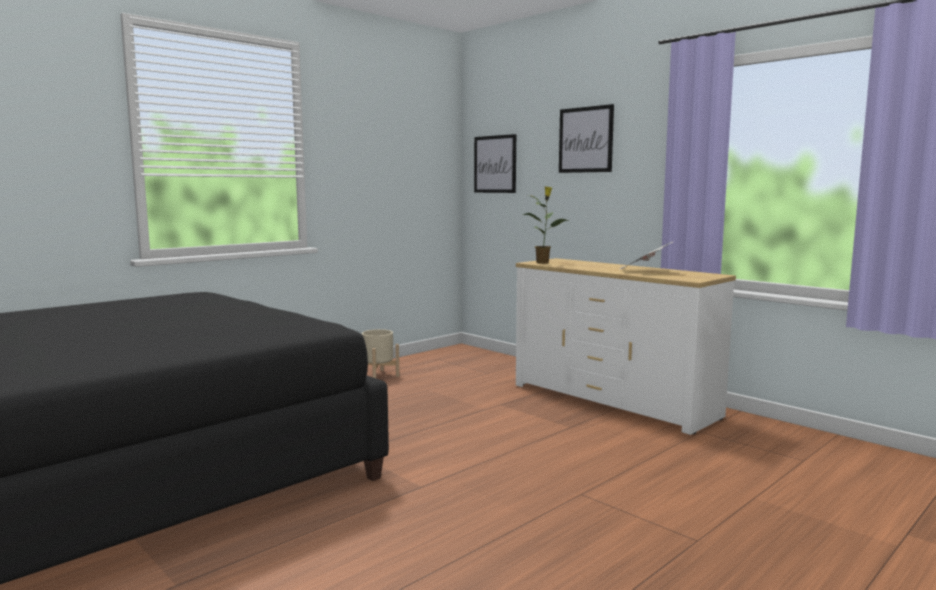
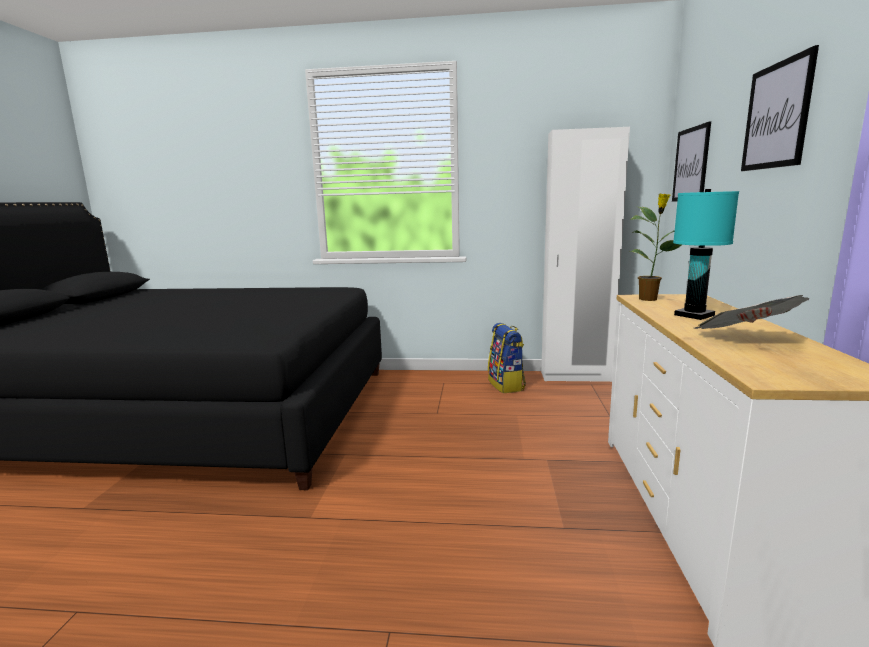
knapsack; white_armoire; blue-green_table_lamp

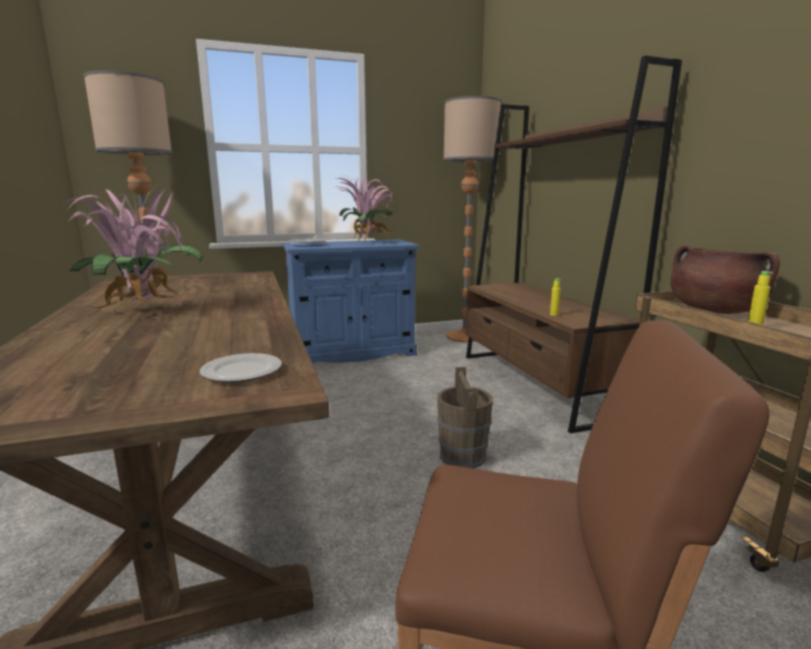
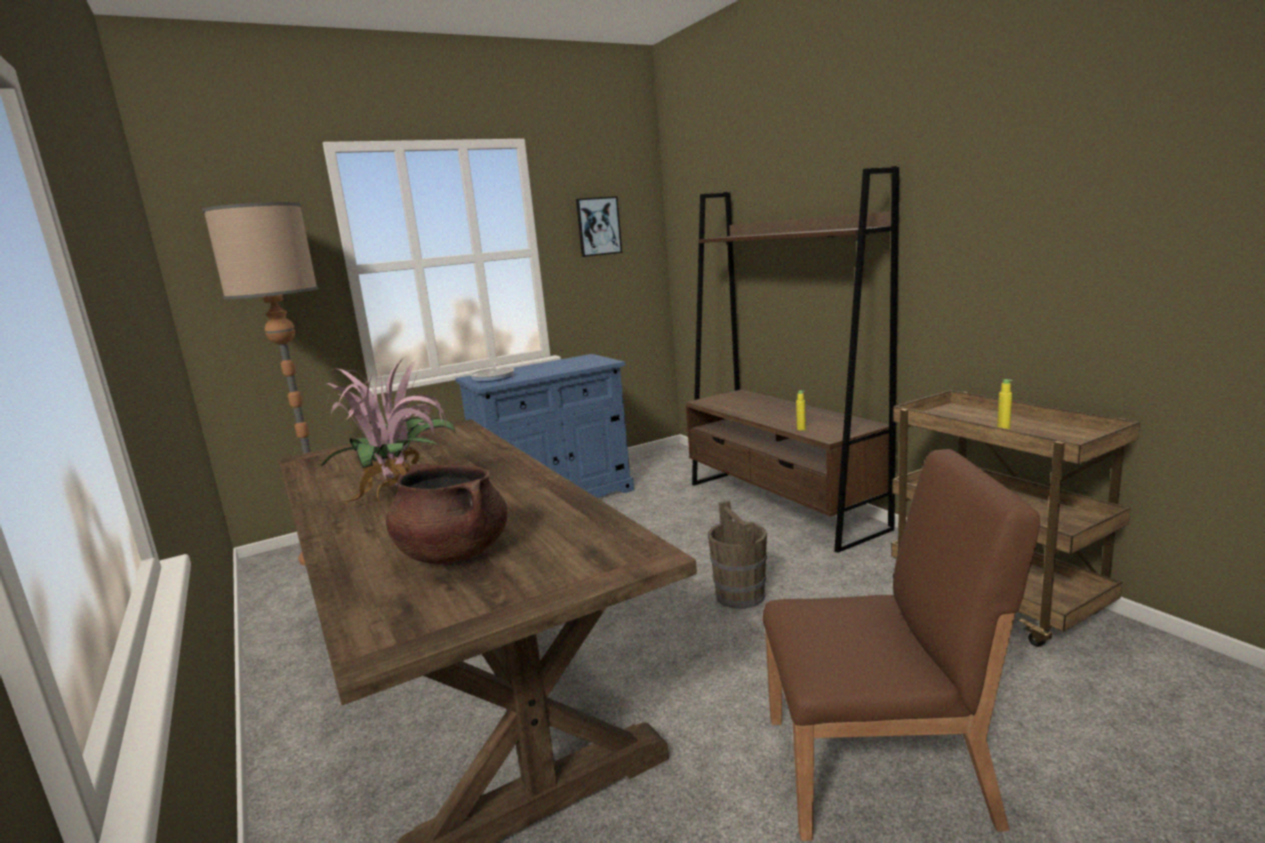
standing_lamp (no. 2 from left in the first image); potted_plant (no. 2 from left in the first image); brown_saucepot; plate; wall_art

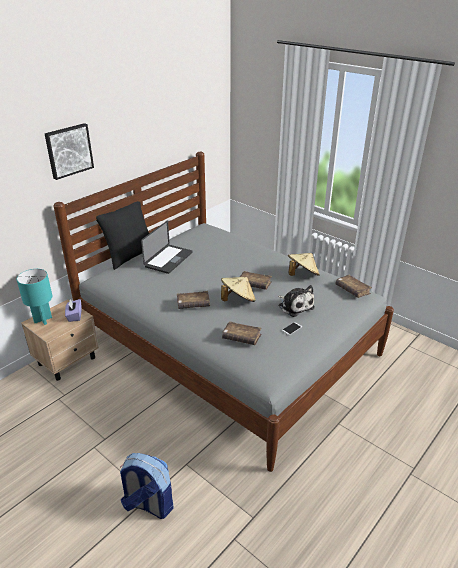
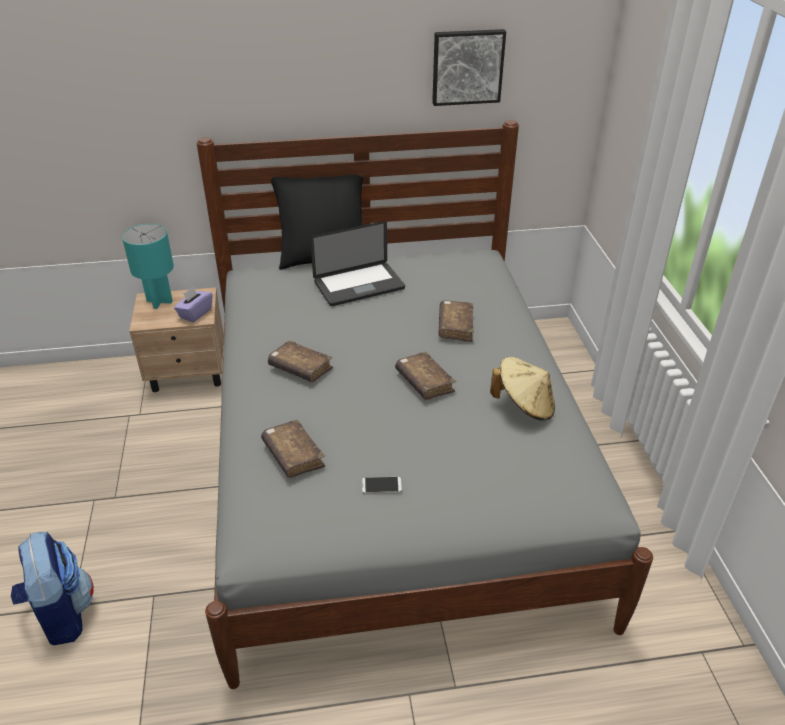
wall_art; brown_book (no. 4 from left); beige_wearable_hat (no. 1 from left in the first image); plush_toy

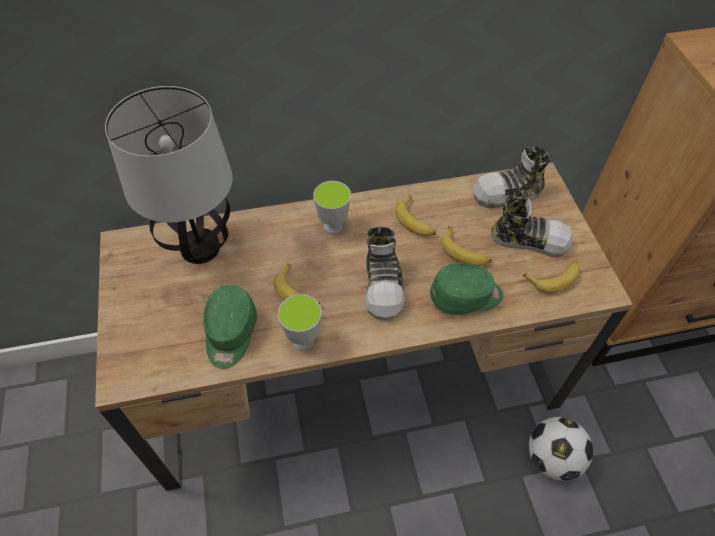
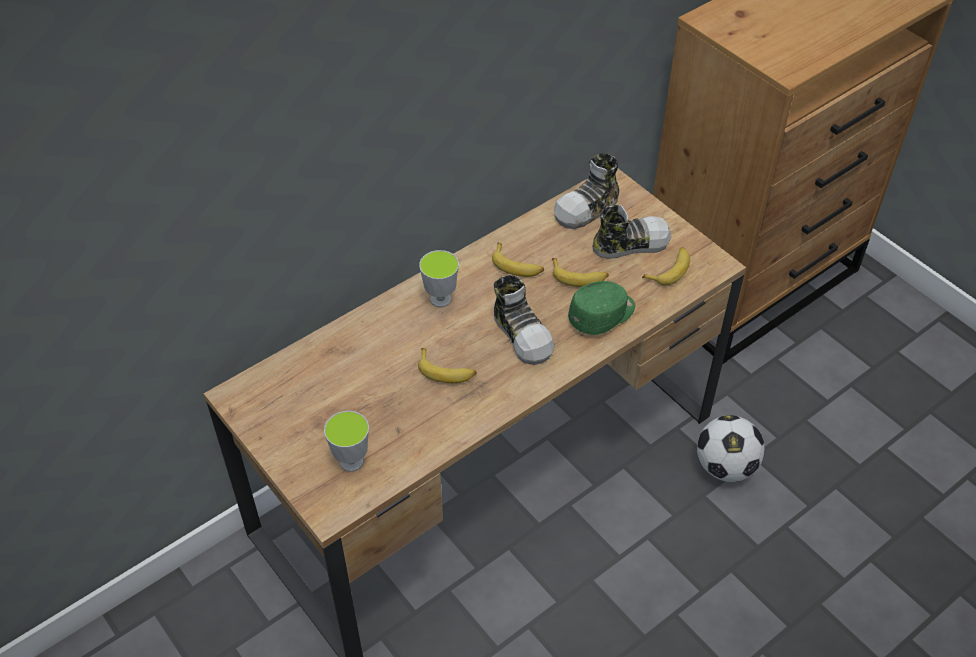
table_lamp; greenish_cap (no. 1 from left in the first image); small_cup (no. 1 from left)

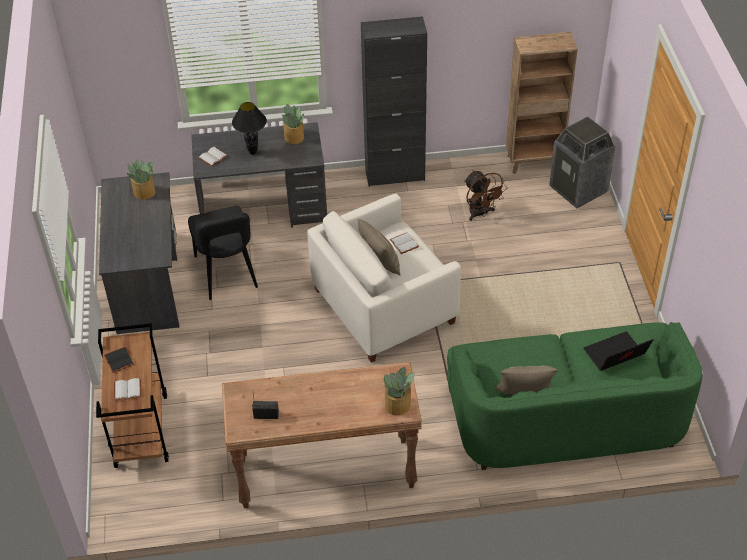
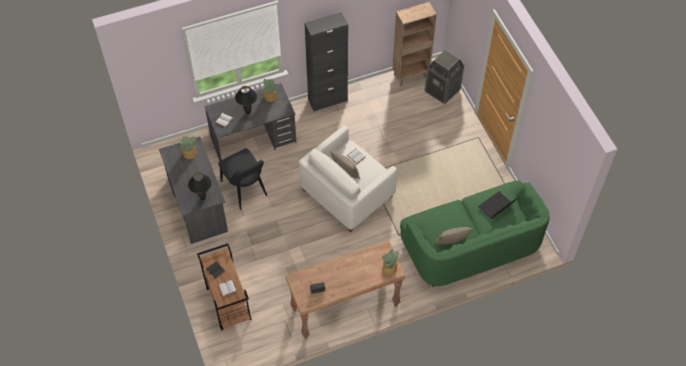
brown_electric_fan; blackish_table_lamp (no. 1 from left)

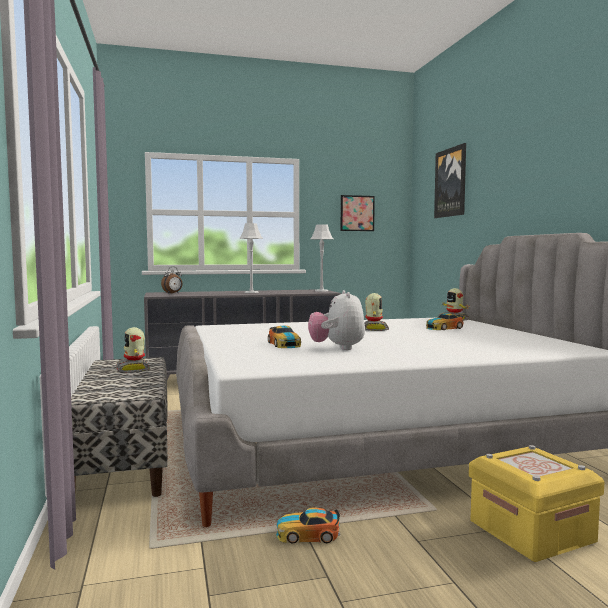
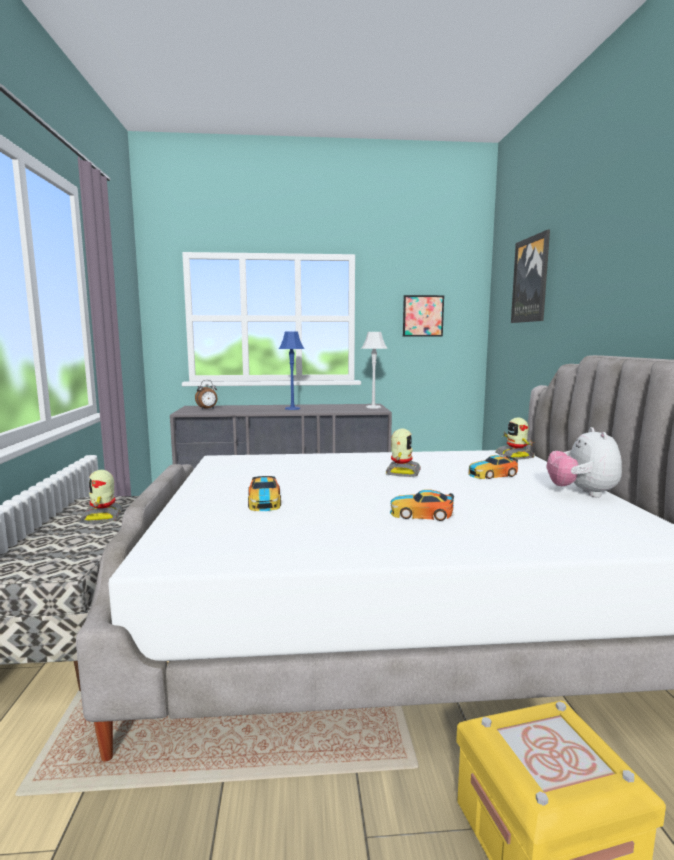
bluish_table_lamp; plush_toy; toy_car (no. 2 from left)

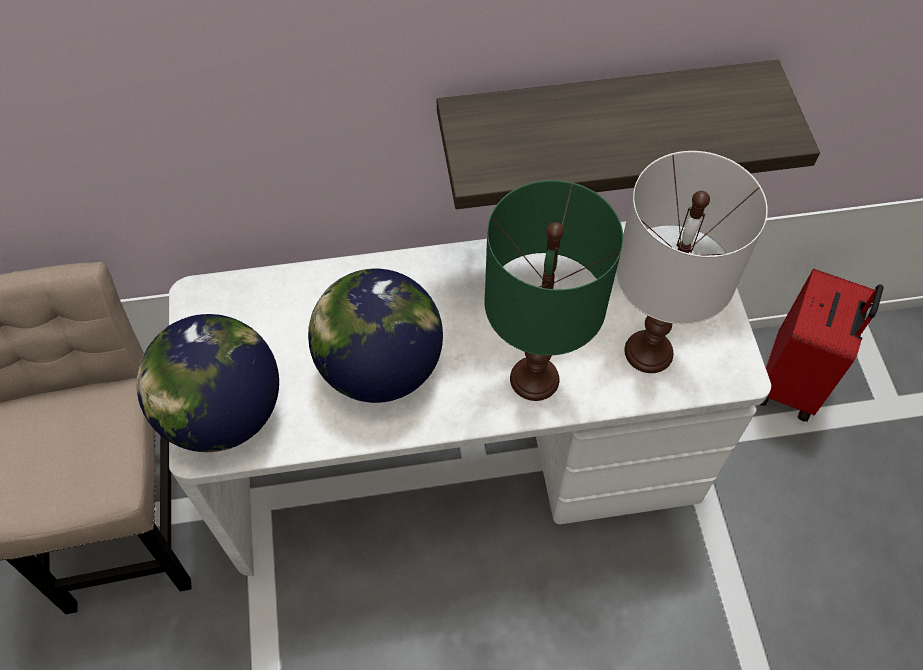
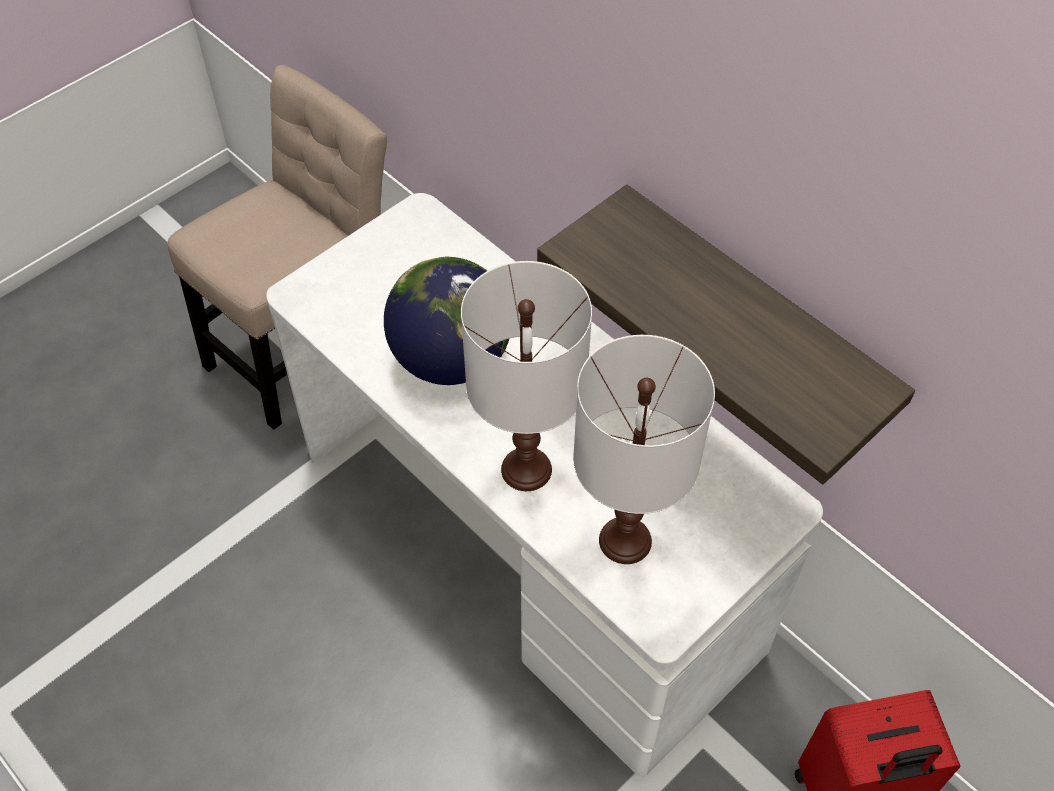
white_table_lamp (no. 1 from left); globe (no. 1 from left in the first image)

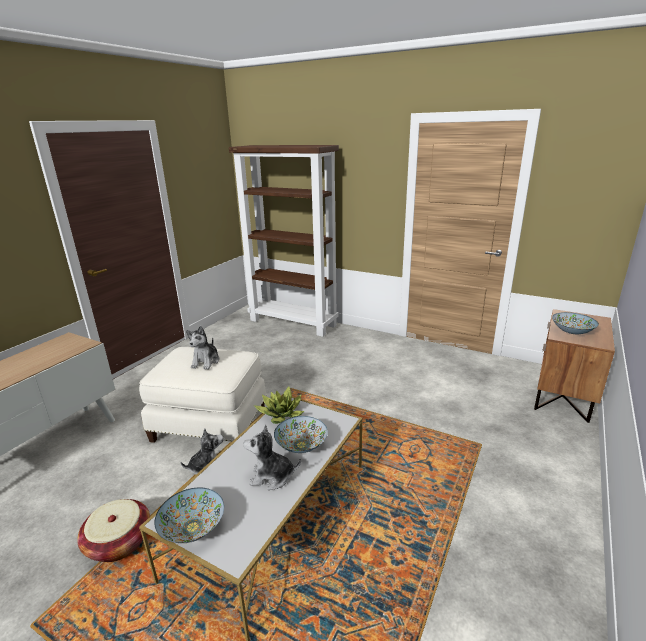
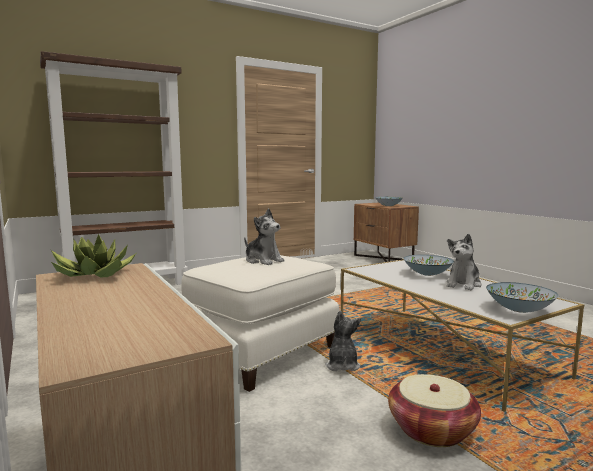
potted_plant

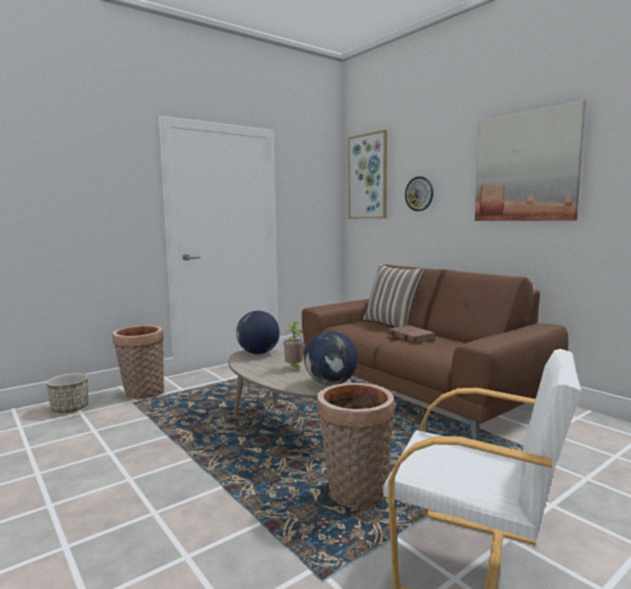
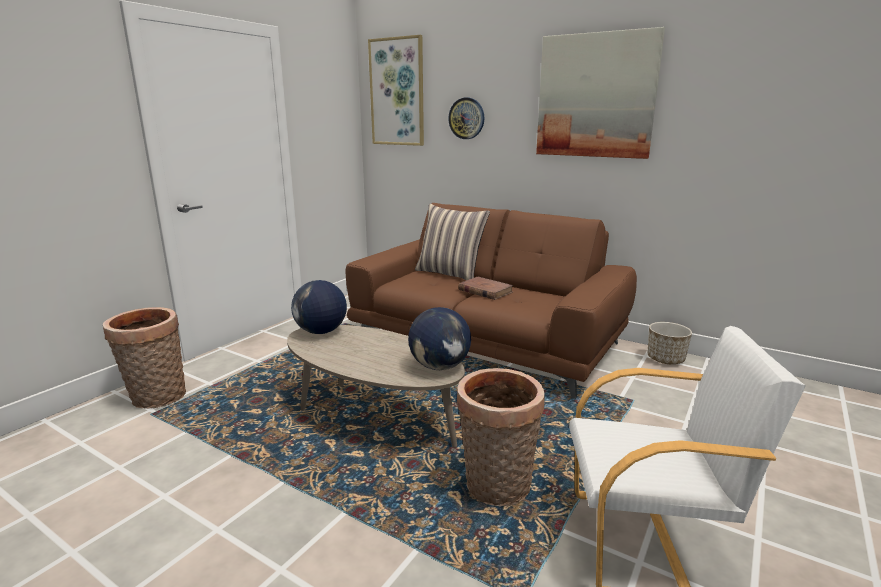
potted_plant; plant_pot

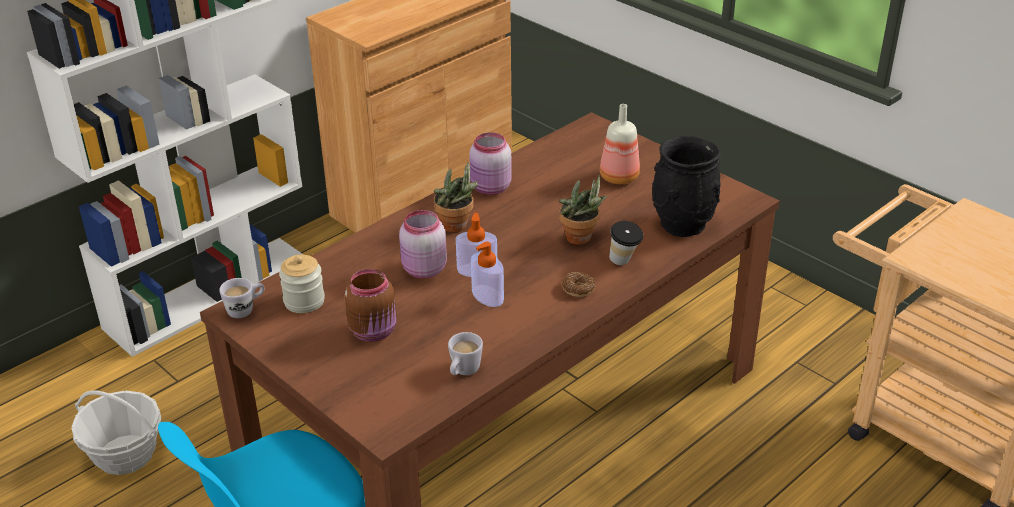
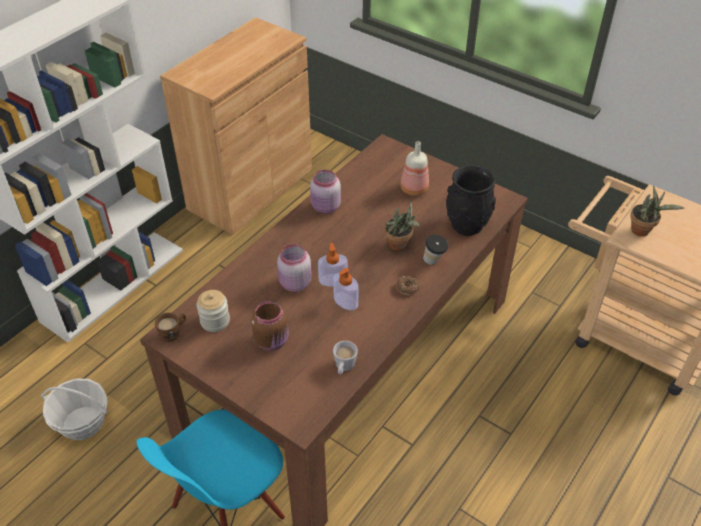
potted_plant (no. 2 from left); brown_mug

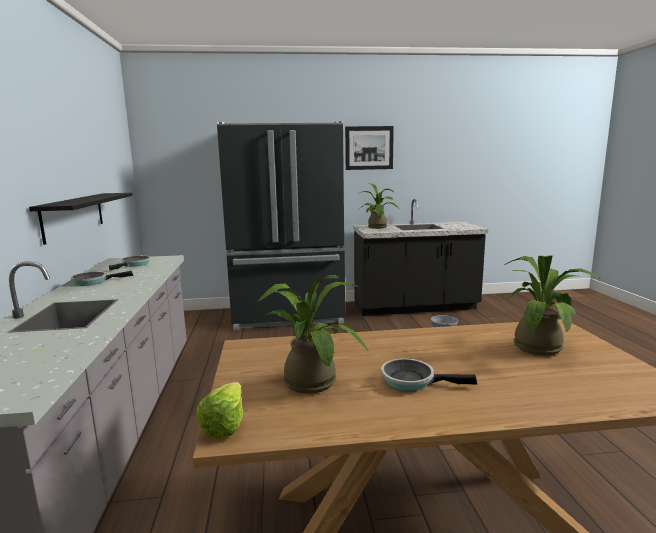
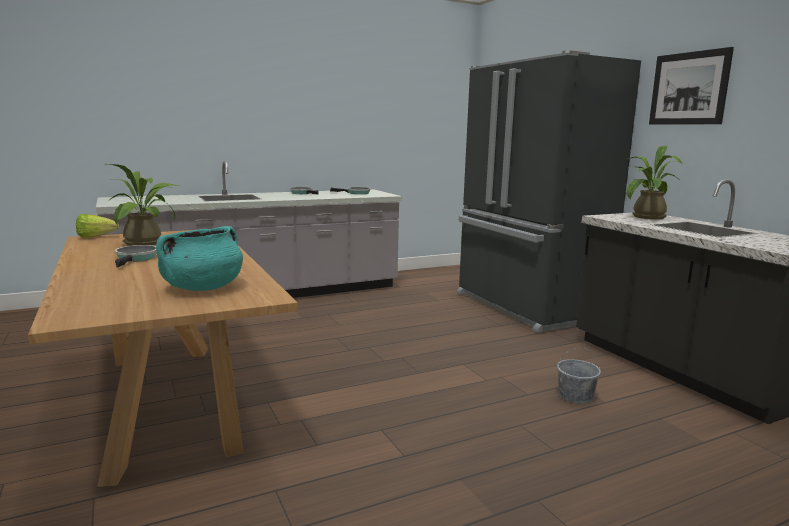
blackish_bracket_shelf; blue-green_saucepot

